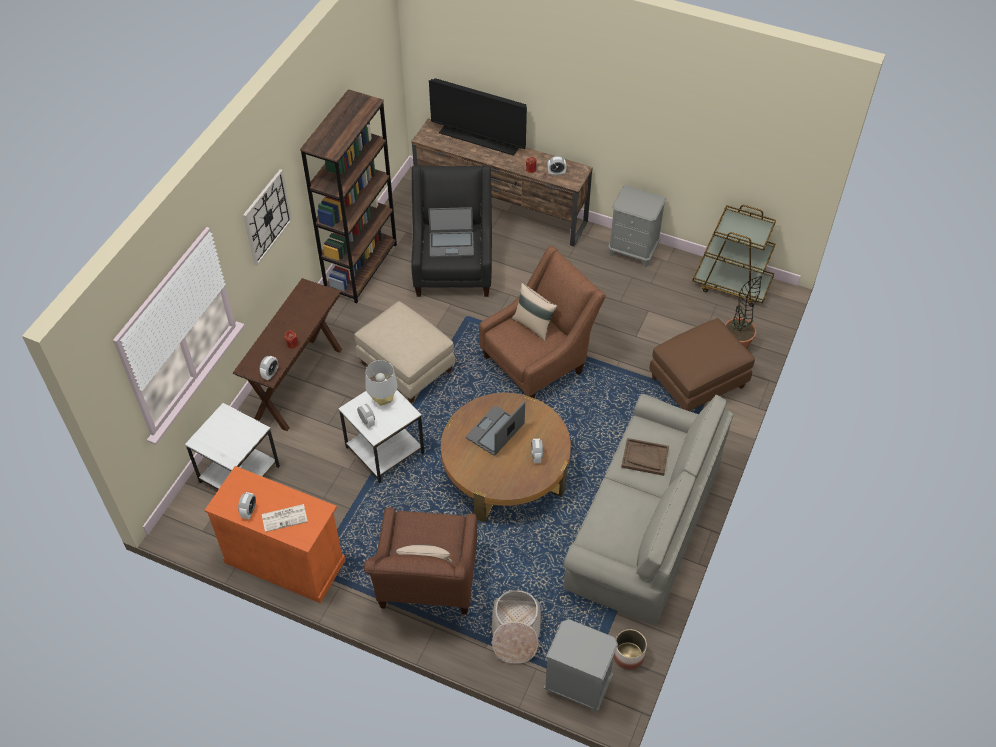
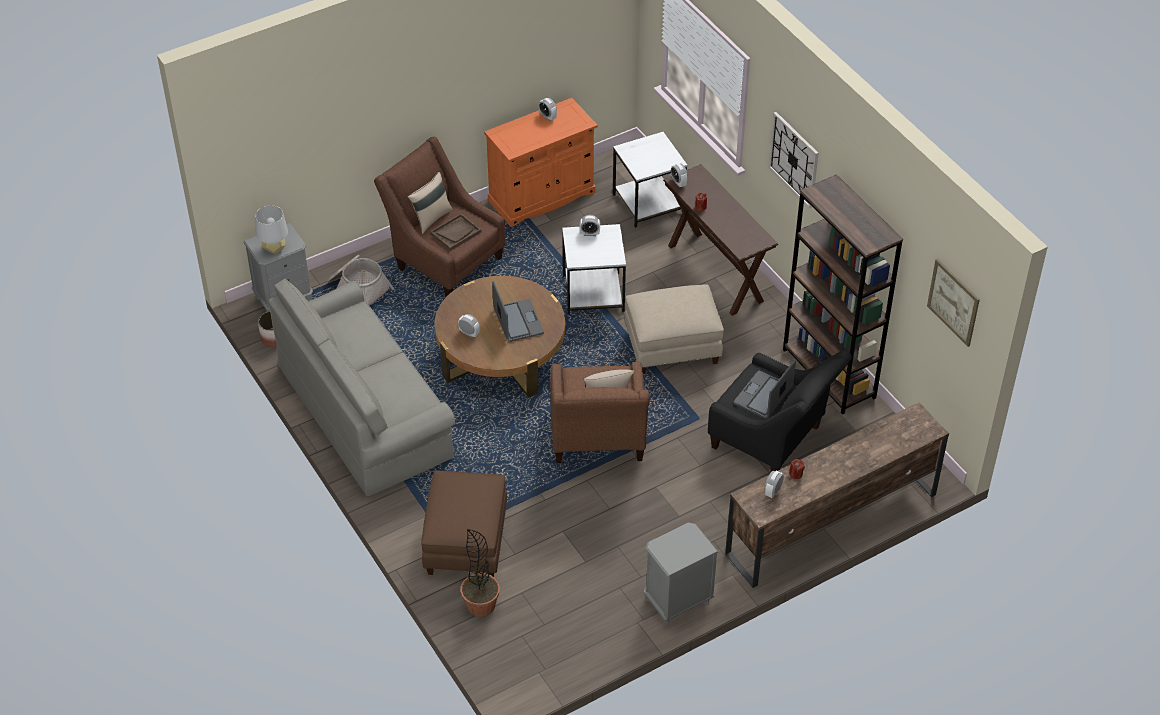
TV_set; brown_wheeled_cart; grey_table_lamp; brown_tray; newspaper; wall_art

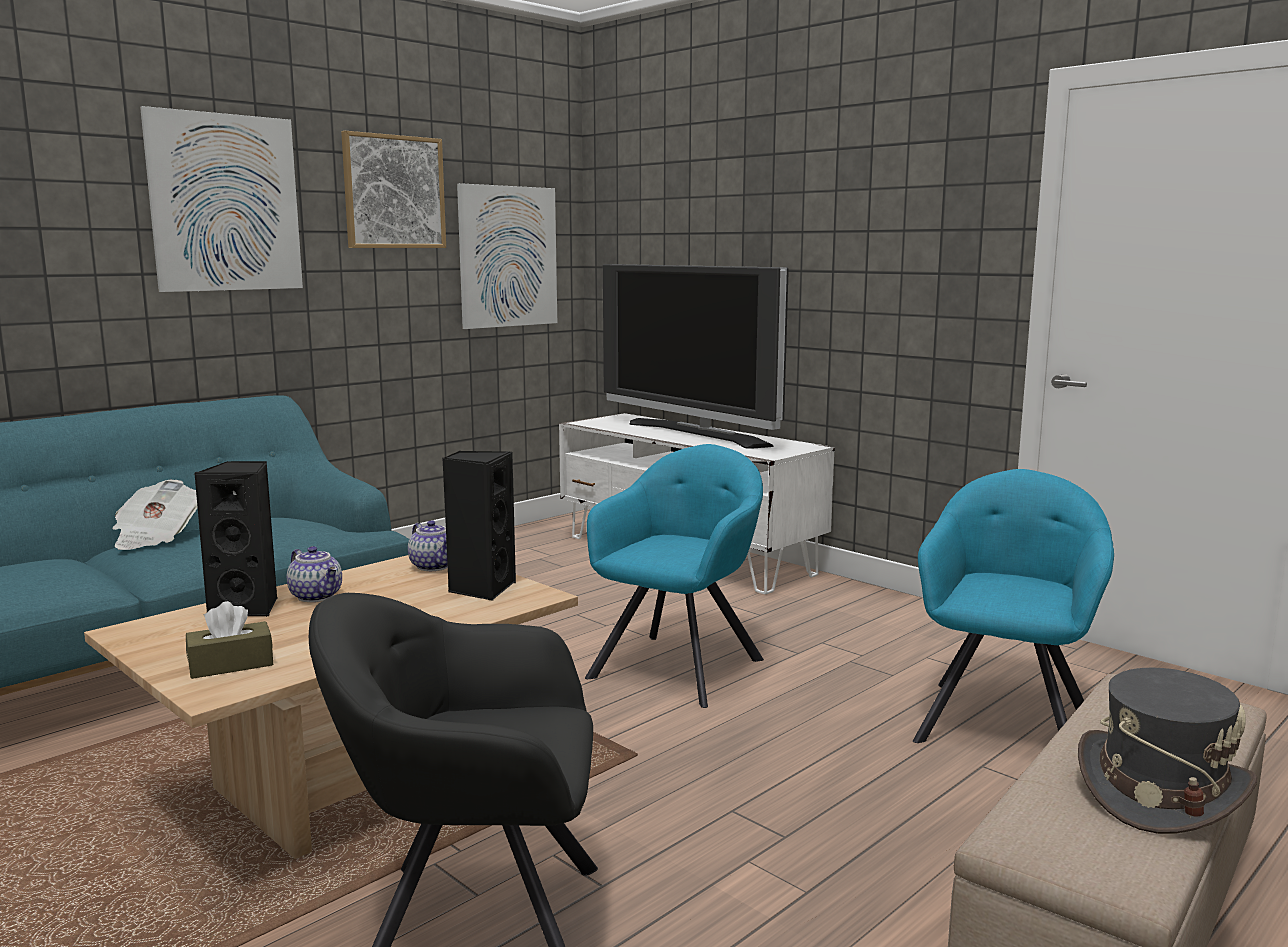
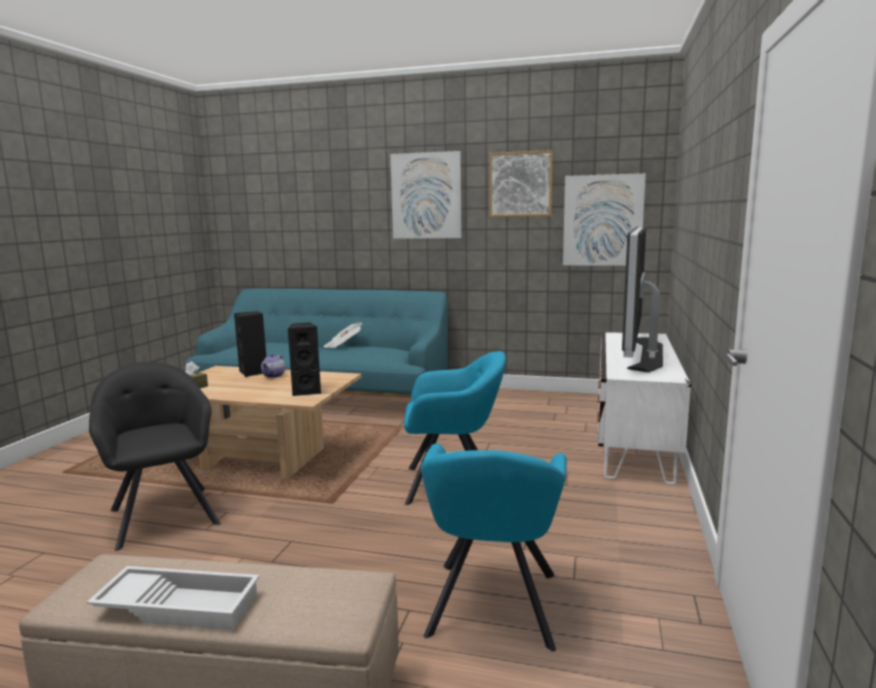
blue-green_lounge_chair (no. 2 from left); tea_pot (no. 2 from left in the first image); white_tray

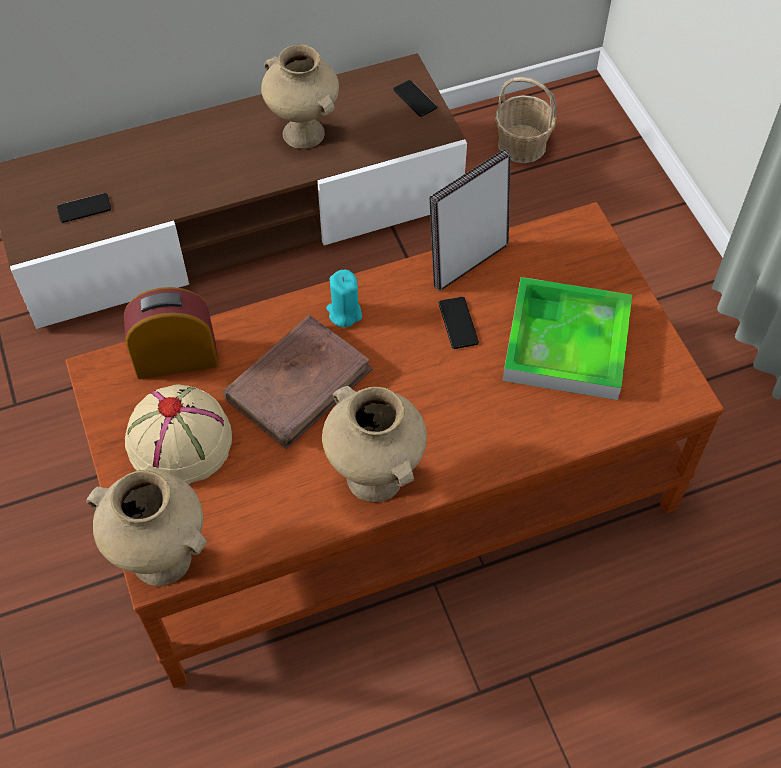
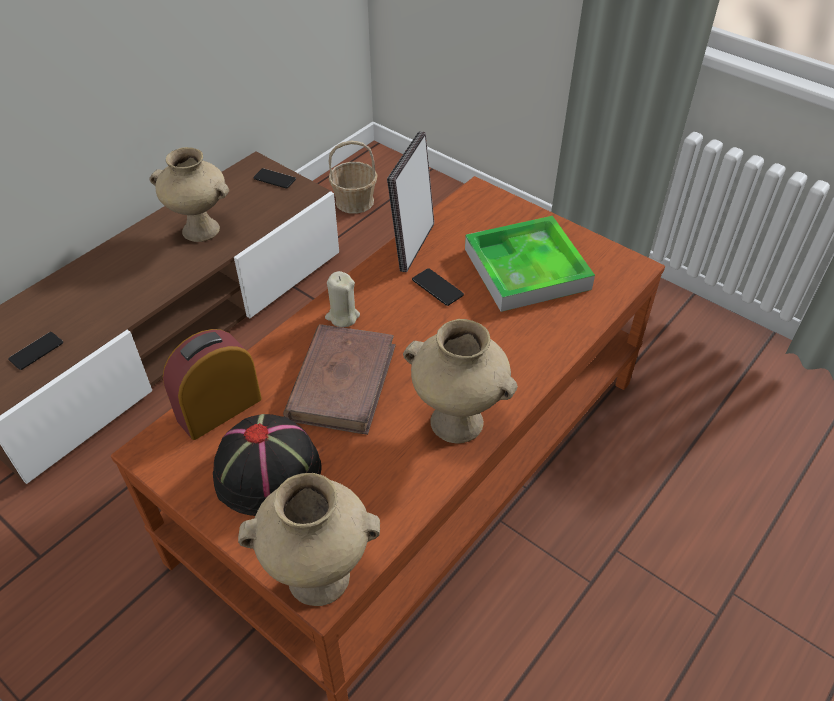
beige_wax_candle; blackish_wearable_hat

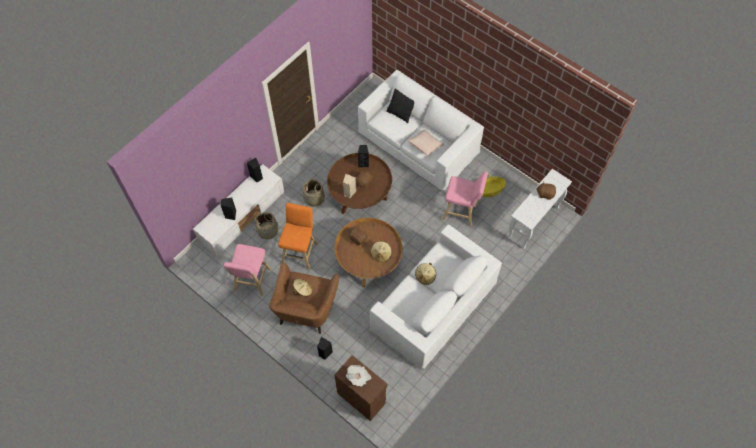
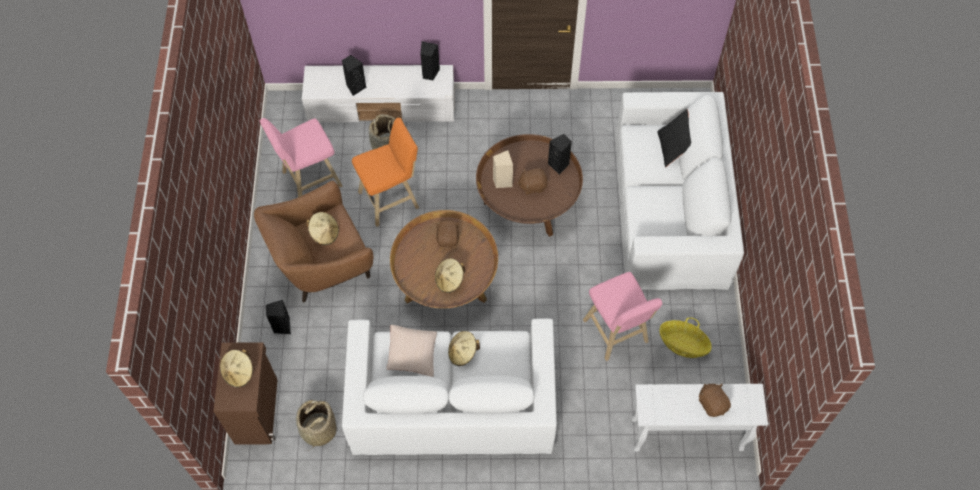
beige_cushion; basket (no. 1 from left); beige_wearable_hat (no. 1 from left)

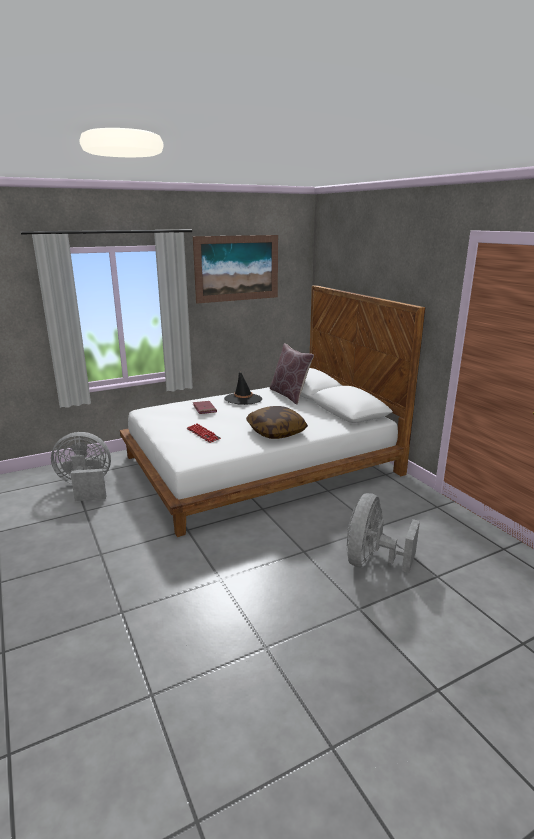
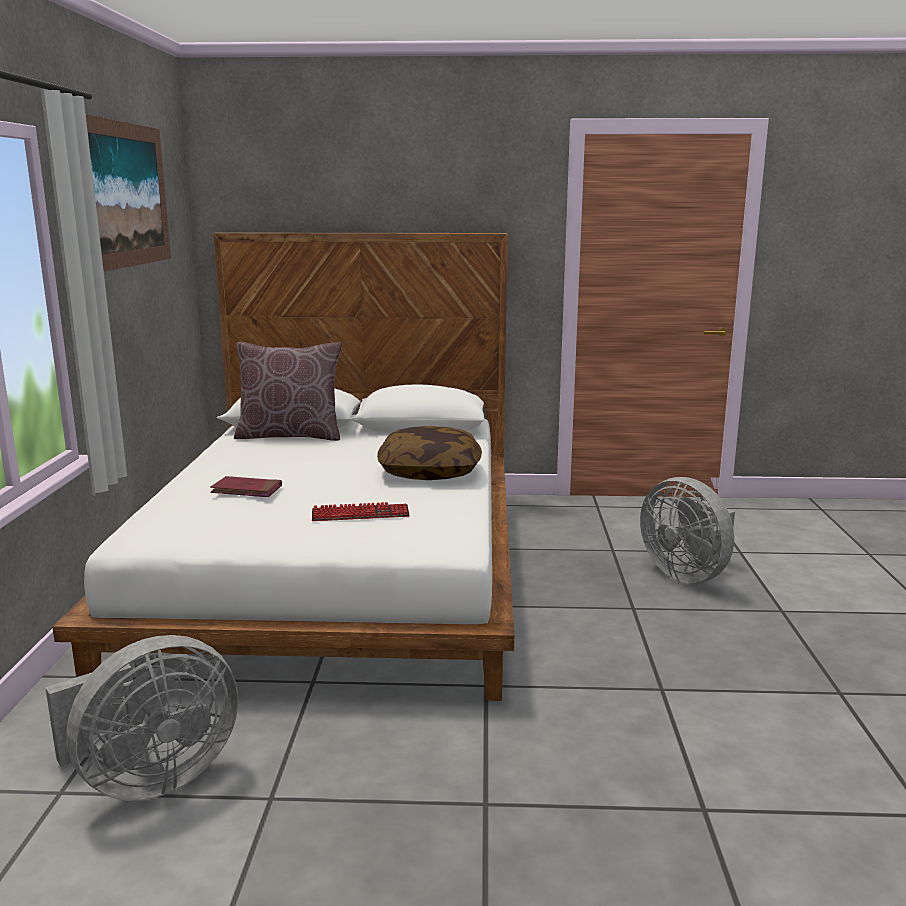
blackish_wearable_hat; grey_electric_fan (no. 1 from left)

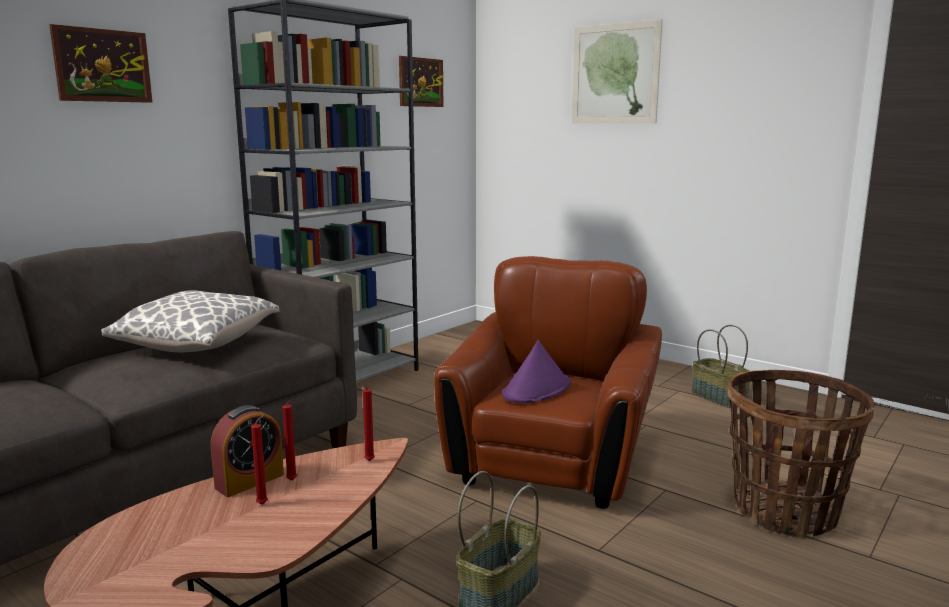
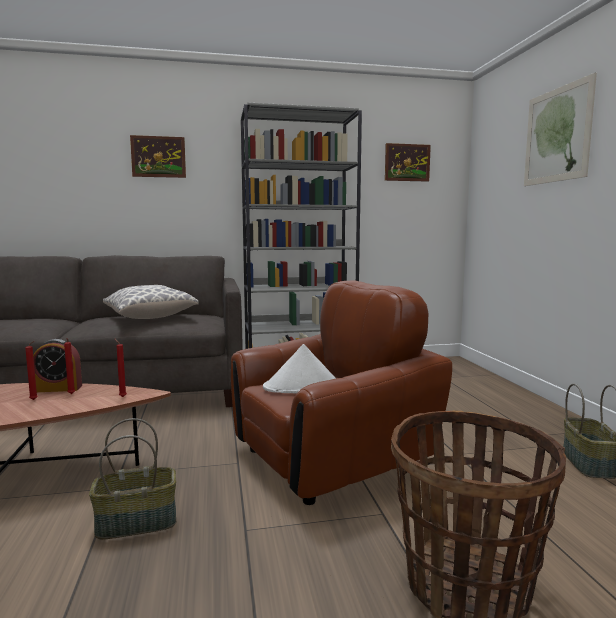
white_wearable_hat

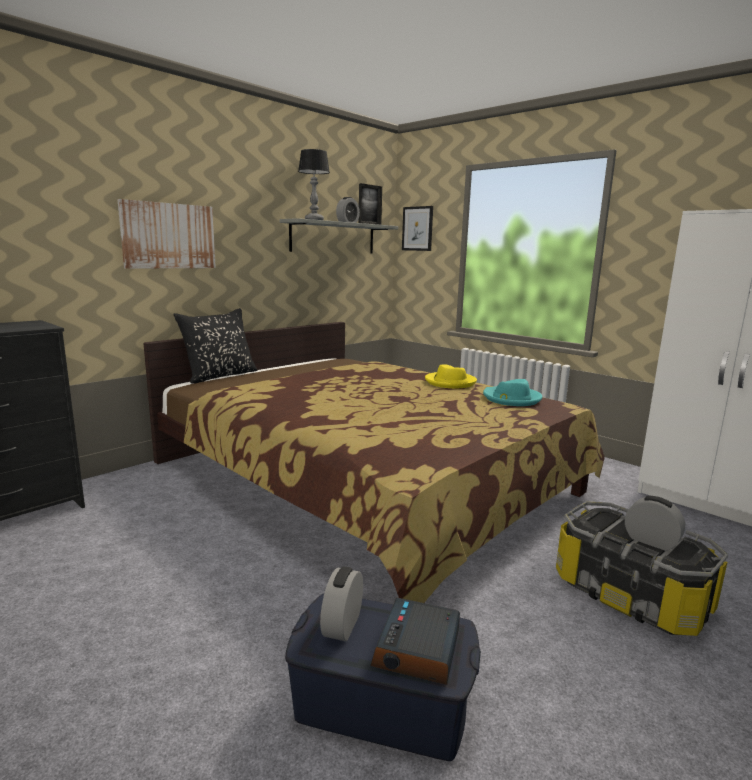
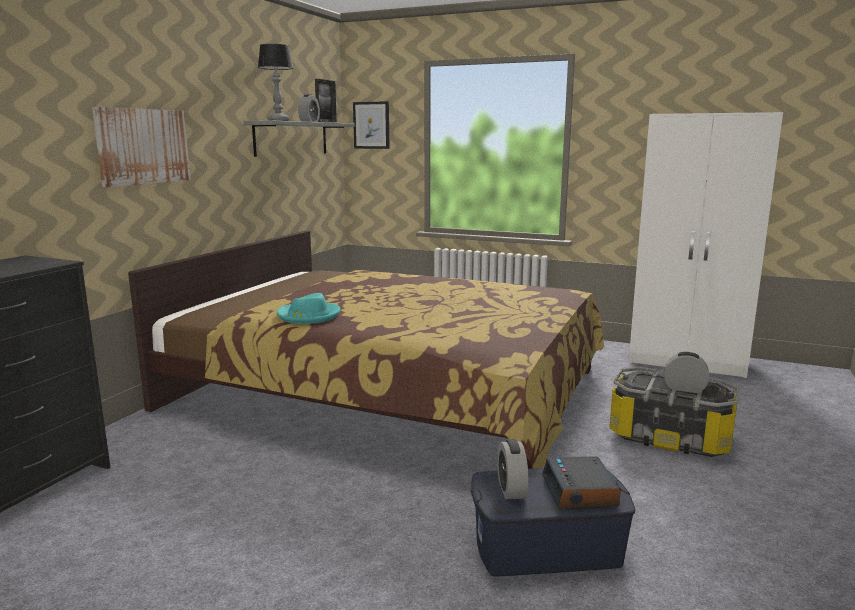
blackish_cushion; yellow-coloured_wearable_hat; blue-green_wearable_hat

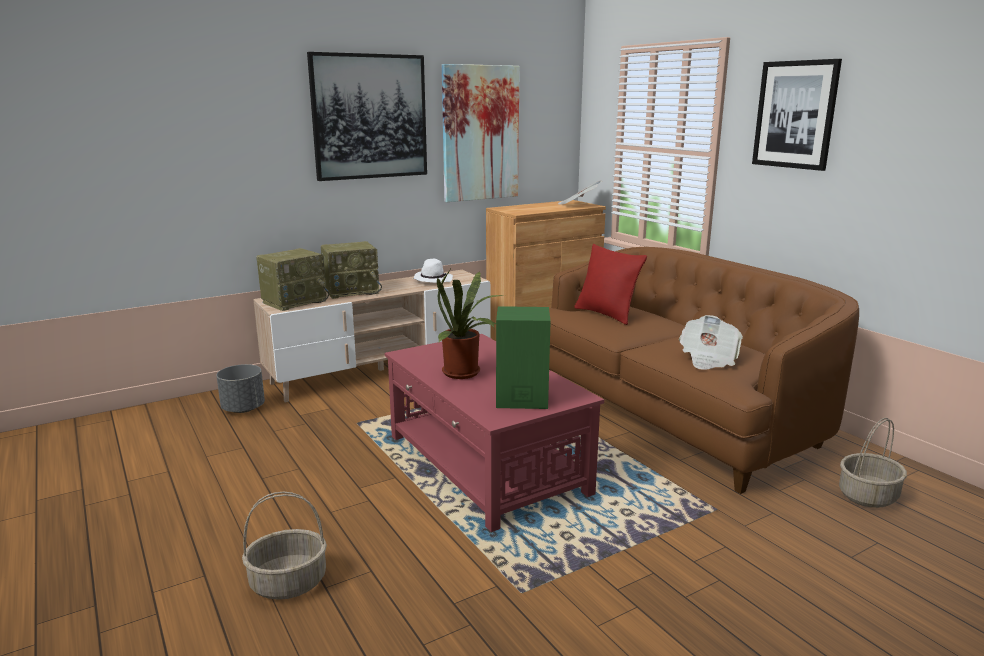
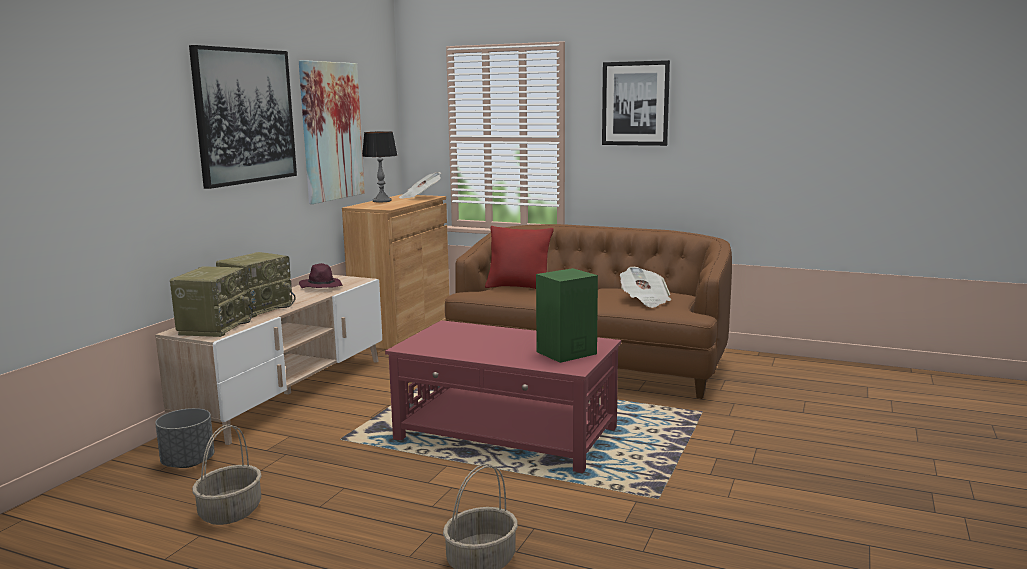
purple-coloured_wearable_hat; potted_plant; basket (no. 1 from left); table_lamp

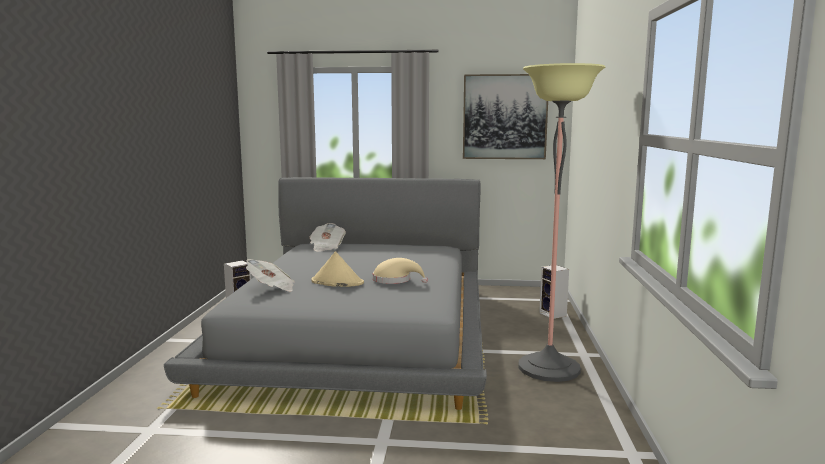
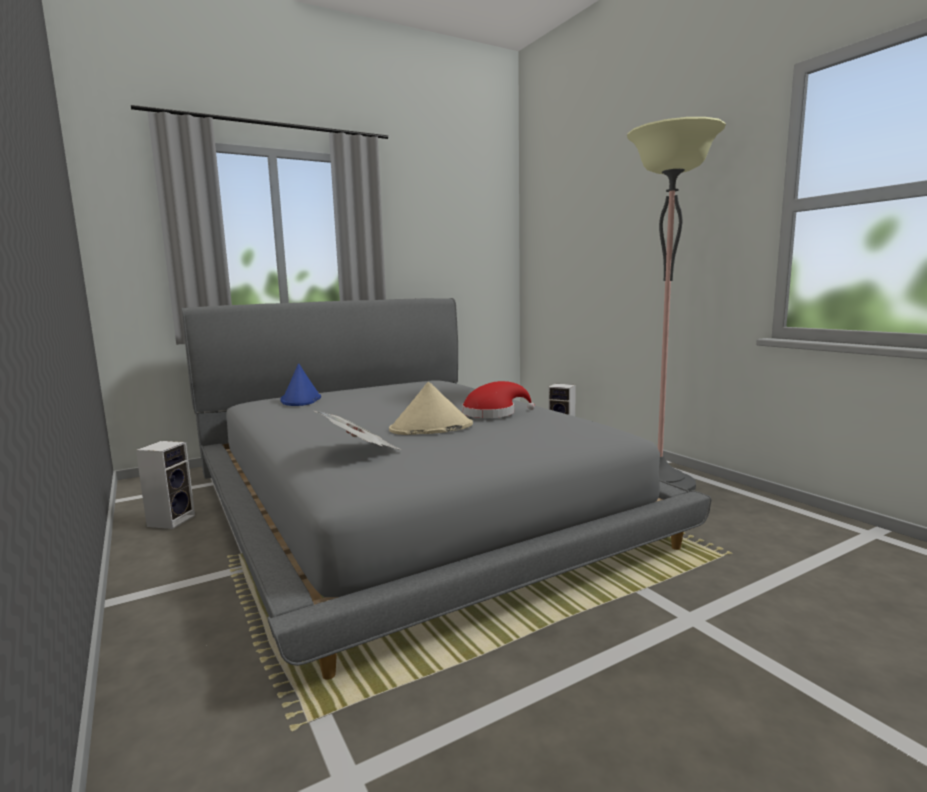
wall_art; bluish_wearable_hat; reddish_wearable_hat

